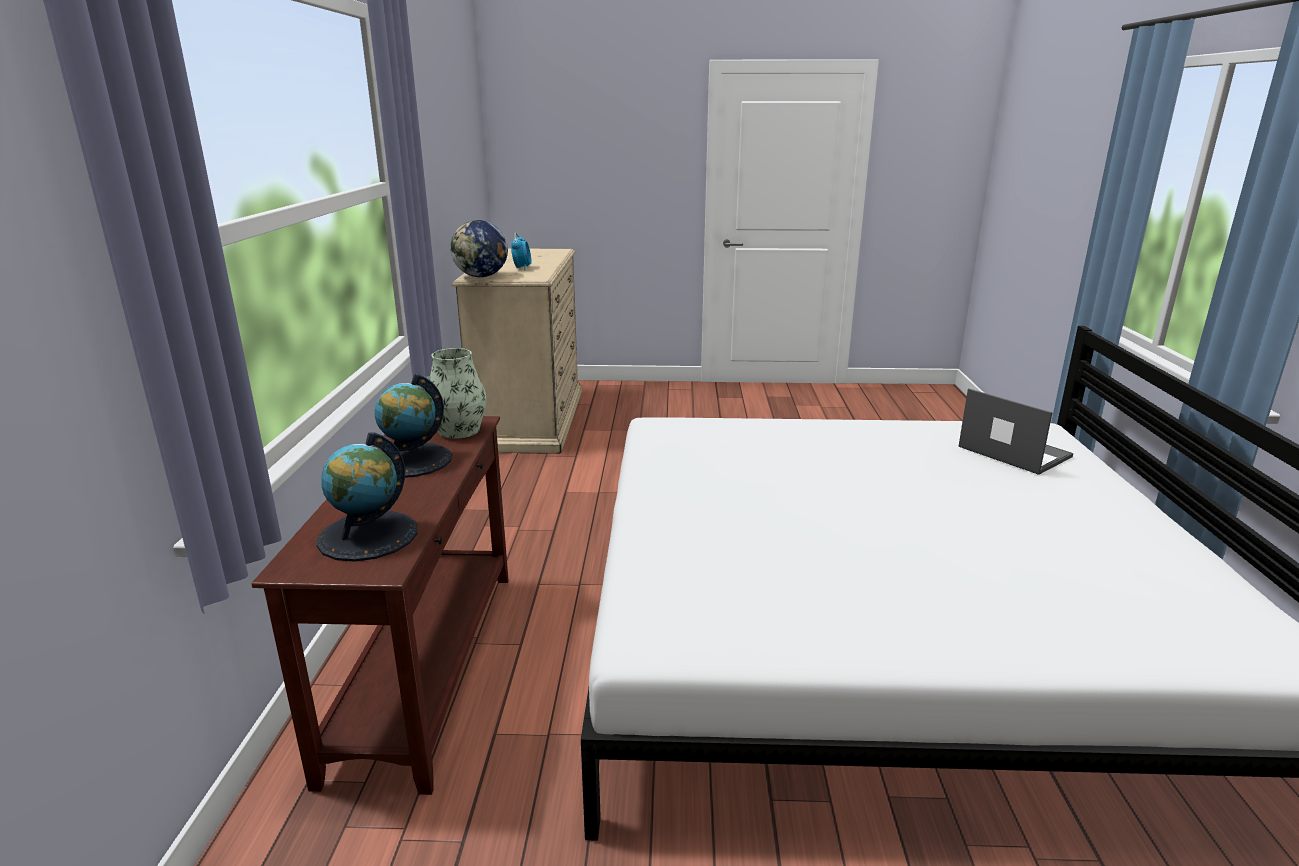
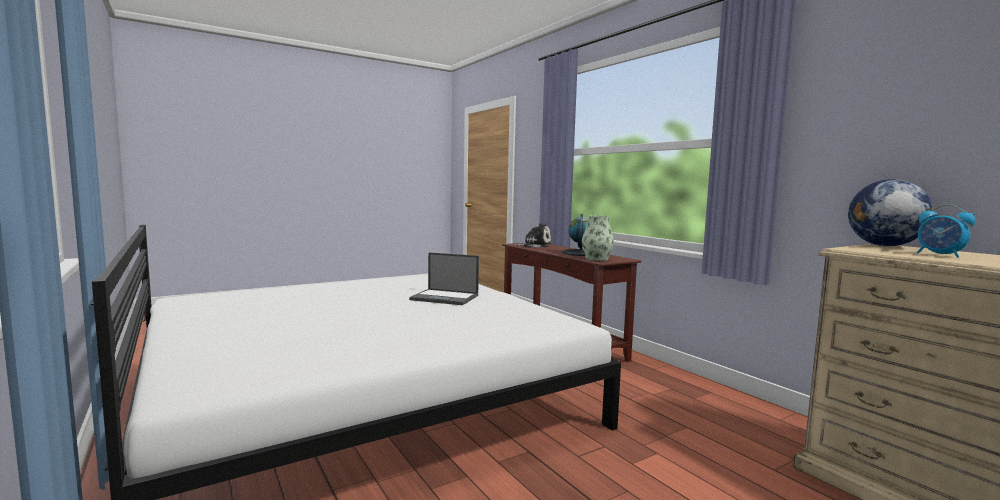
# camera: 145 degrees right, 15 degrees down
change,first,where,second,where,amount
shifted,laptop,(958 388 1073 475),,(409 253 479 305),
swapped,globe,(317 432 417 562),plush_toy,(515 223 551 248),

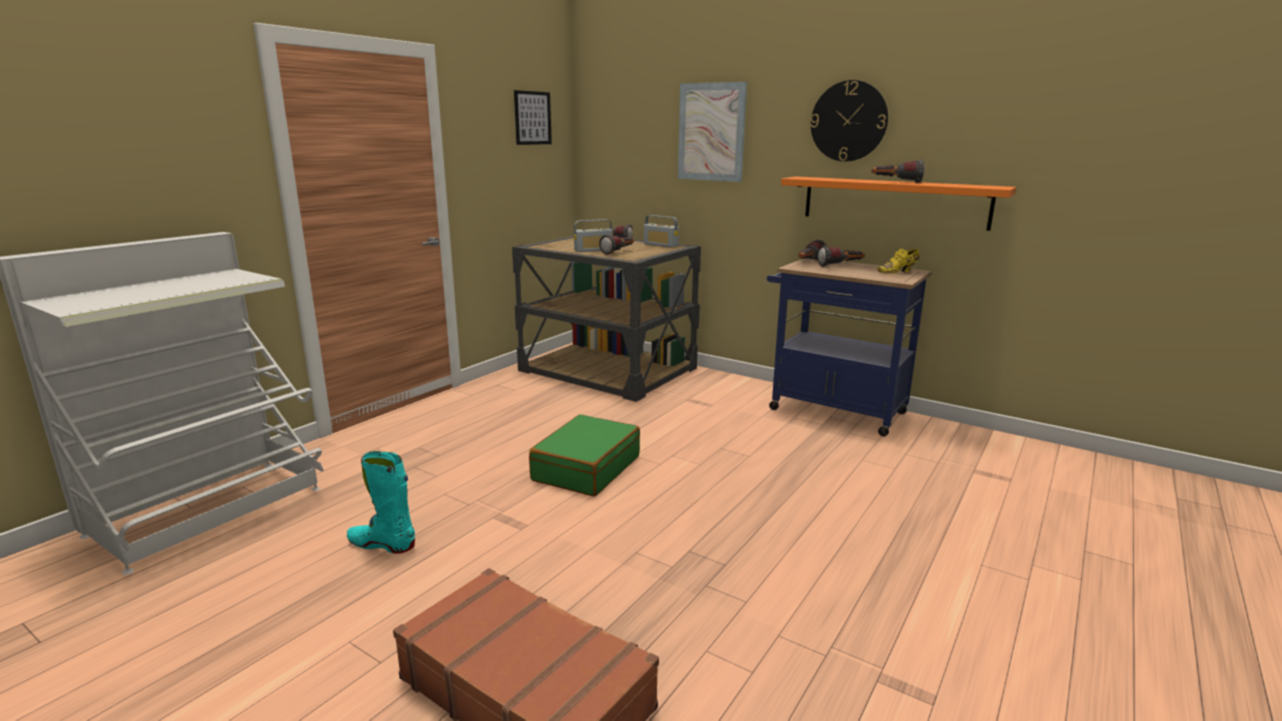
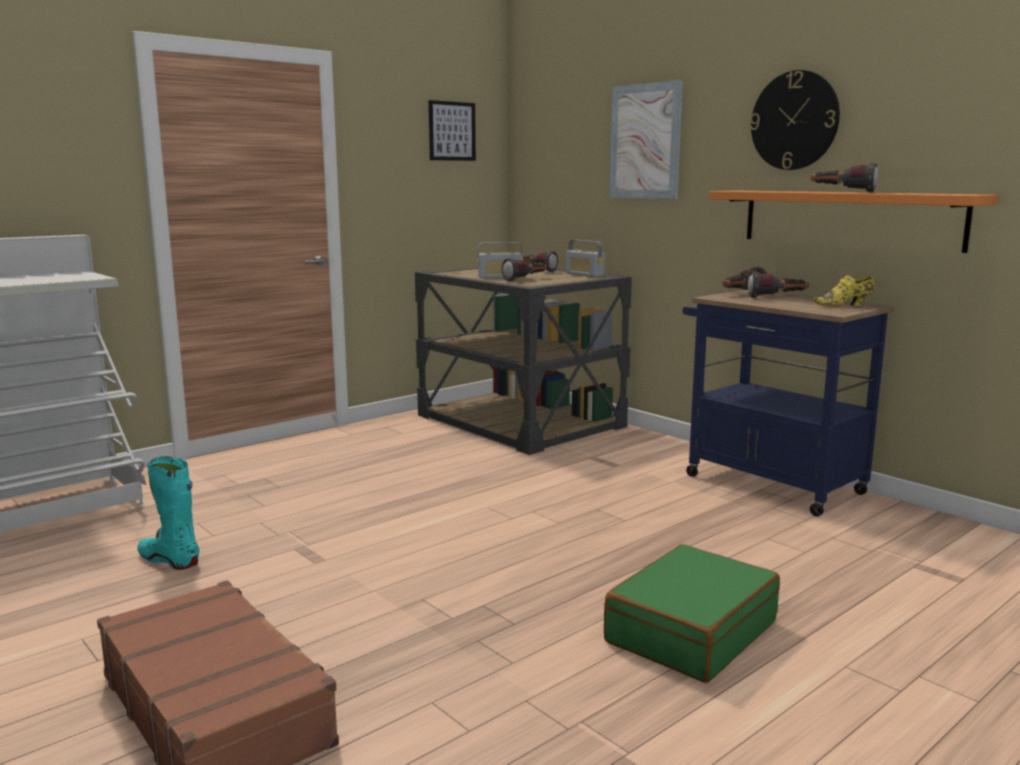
# camera: 15 degrees right, 5 degrees down
change,first,where,second,where,amount
shifted,green_suitcase,(529 414 640 496),,(604 544 780 683),

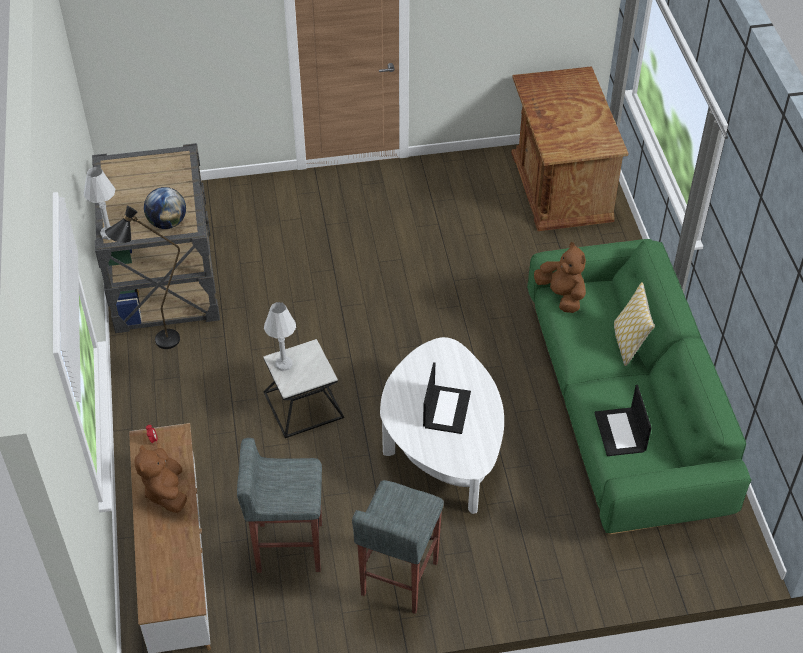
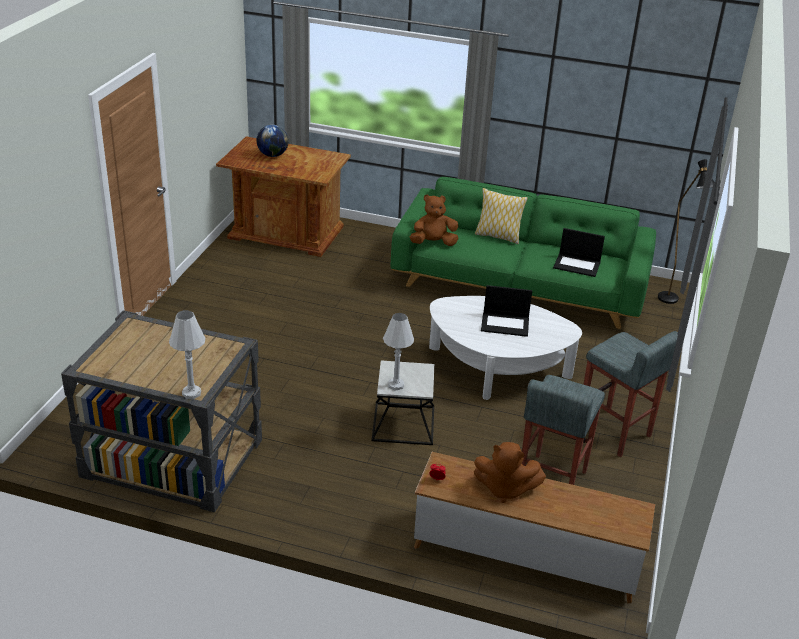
# camera: 65 degrees left, 15 degrees down
change,first,where,second,where,amount
shifted,globe,(144 187 186 229),,(256 125 289 157),
shifted,black_floor_lamp,(105 205 180 349),,(658 159 714 304),
rotated,laptop,(423 362 471 434),,(481 285 532 337),150 degrees clockwise

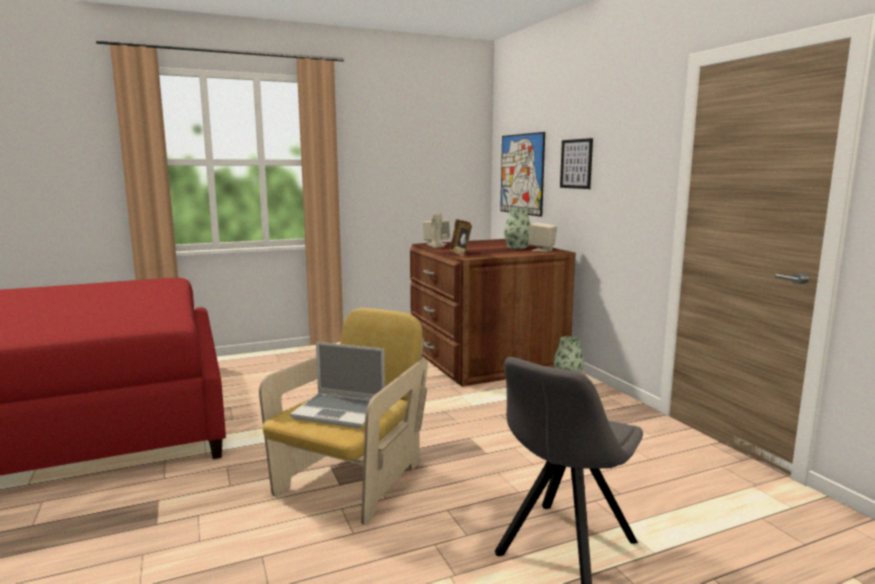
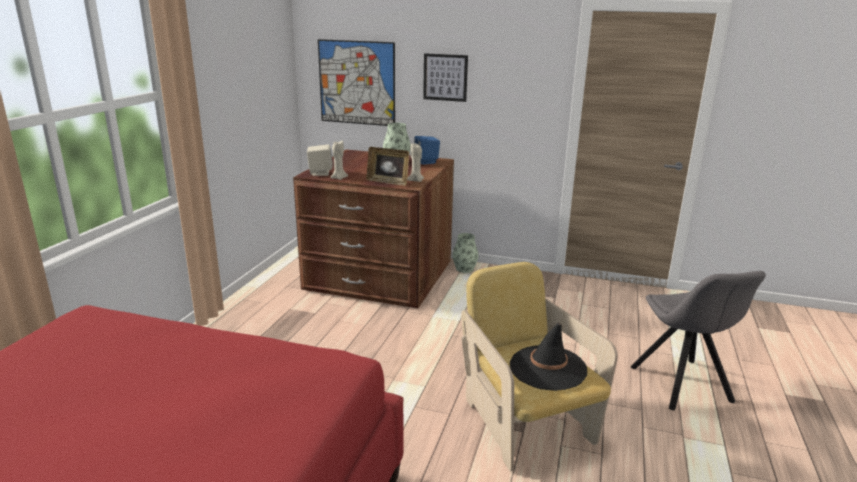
# camera: 50 degrees left, 10 degrees up
change,first,where,second,where,amount
repainted,beige_speaker,(528 223 557 252),blue_speaker,(414 136 440 165),
swapped,laptop,(290 342 385 428),black_hat,(510 323 587 391),
new,,,beige_candle,(407 142 424 182),

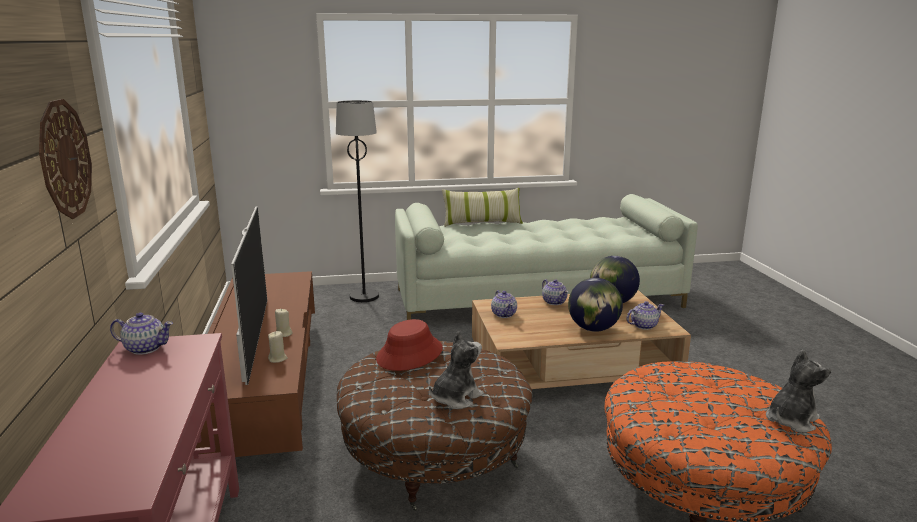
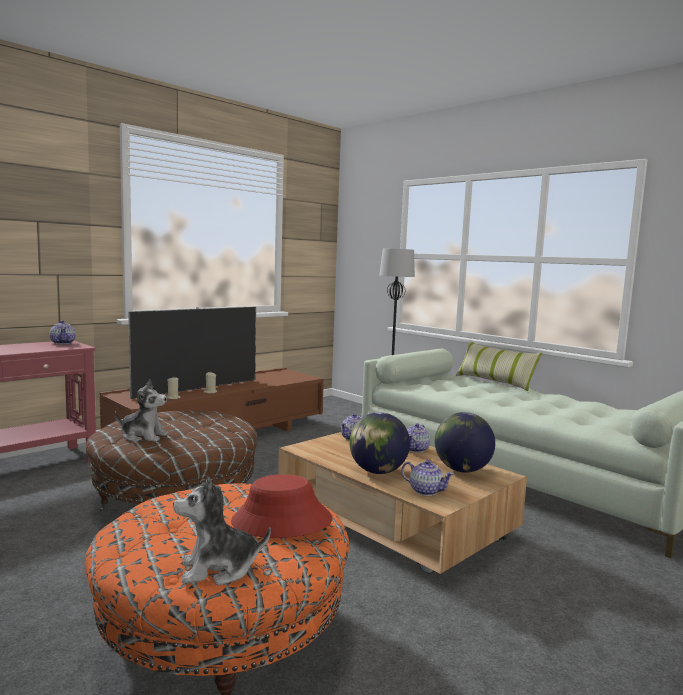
# camera: 55 degrees right, 10 degrees down
change,first,where,second,where,amount
gone,wall_clock,(39 99 92 219),,,
shifted,red_hat,(376 319 443 371),,(231 474 333 538),
rotated,plush_toy,(766 350 831 433),,(173 476 271 585),150 degrees clockwise

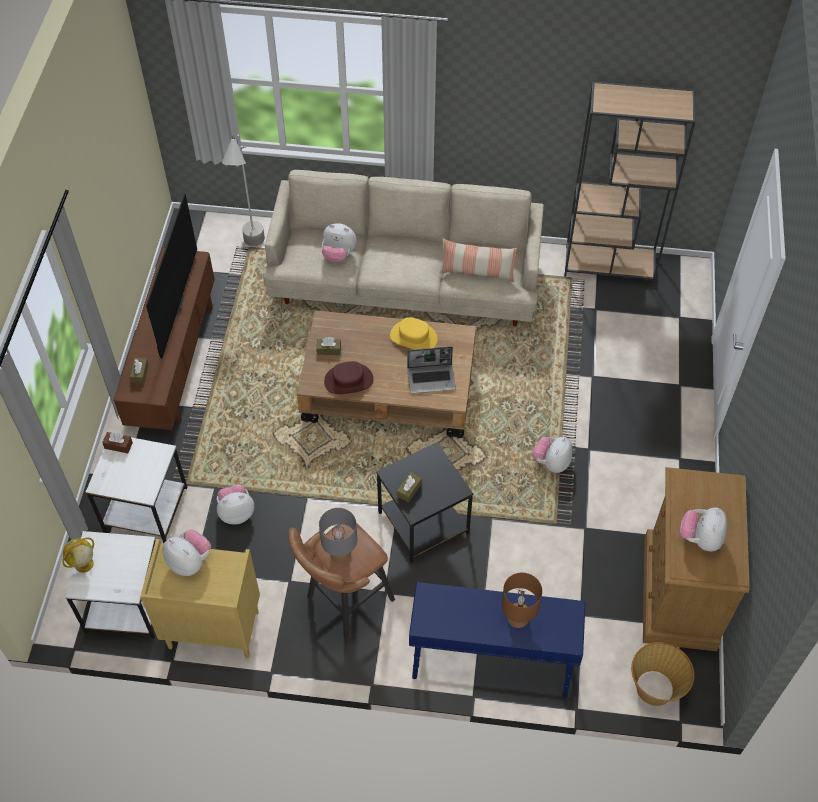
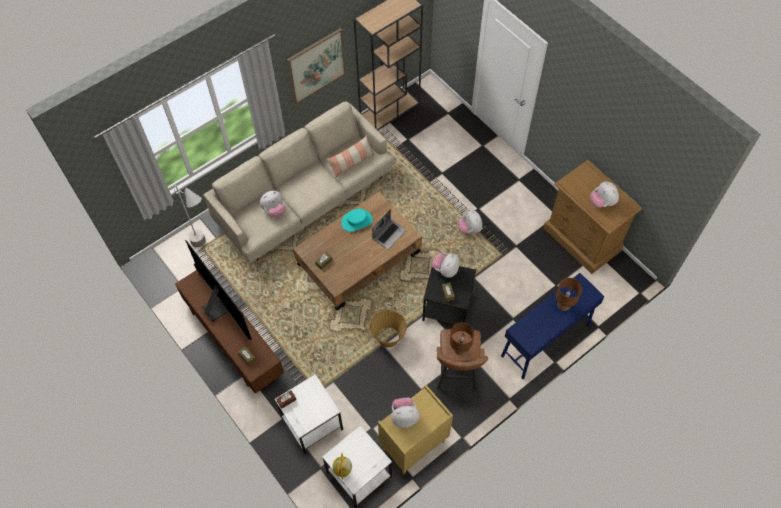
# camera: 45 degrees left, 5 degrees up
change,first,where,second,where,amount
repainted,yellow_hat,(390 317 438 350),turquoise_hat,(341 208 373 232),
gone,brown_hat,(324 361 374 394),,,
shifted,plush_toy,(217 485 254 525),,(432 253 459 278),
repainted,grey_table_lamp,(319 508 357 564),brown_table_lamp,(450 322 474 355),
shifted,basket,(631 642 694 706),,(370 310 407 348),
new,,,picture,(287 28 346 104),

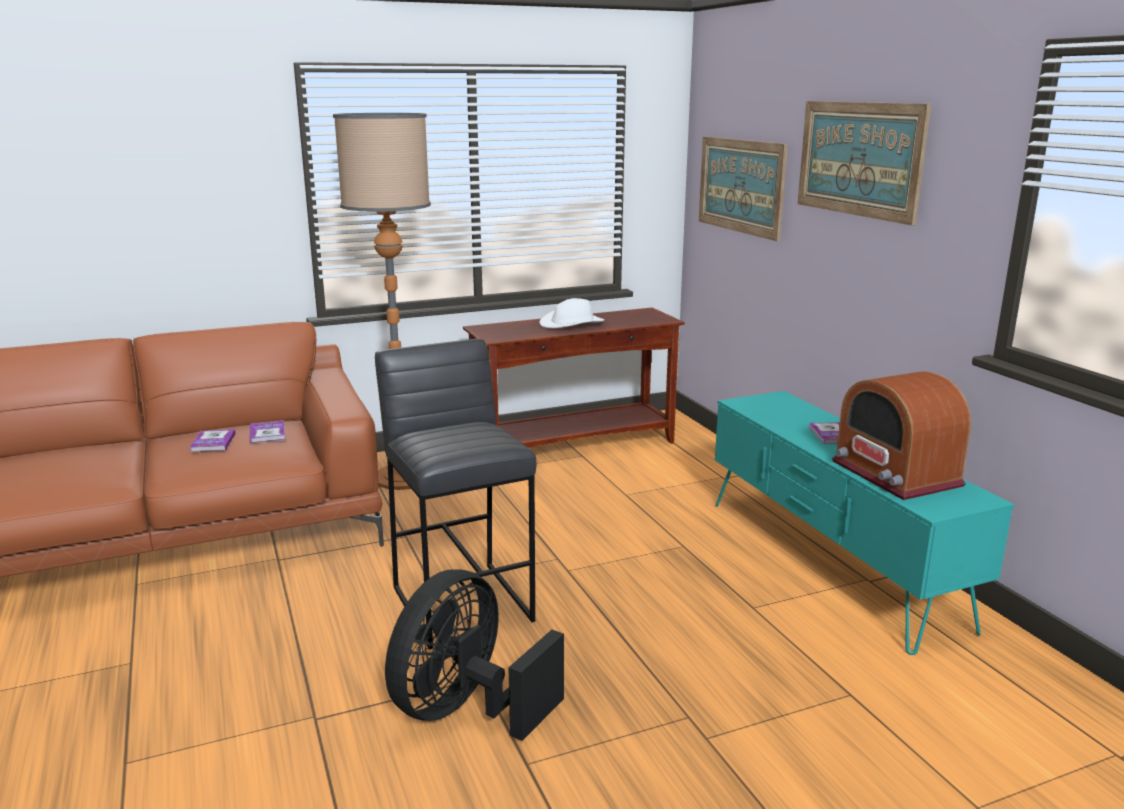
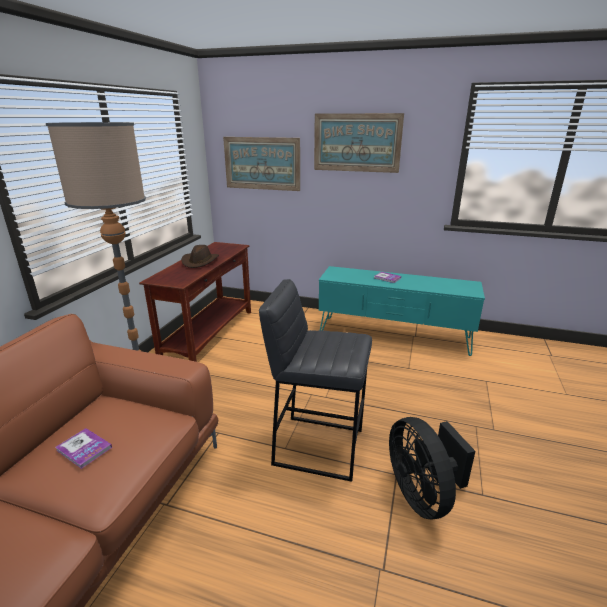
# camera: 50 degrees left, 5 degrees up
change,first,where,second,where,amount
repainted,white_hat,(539 298 604 328),brown_hat,(181 245 219 268),
gone,radio,(832 371 971 500),,,
gone,book,(250 420 285 443),,,

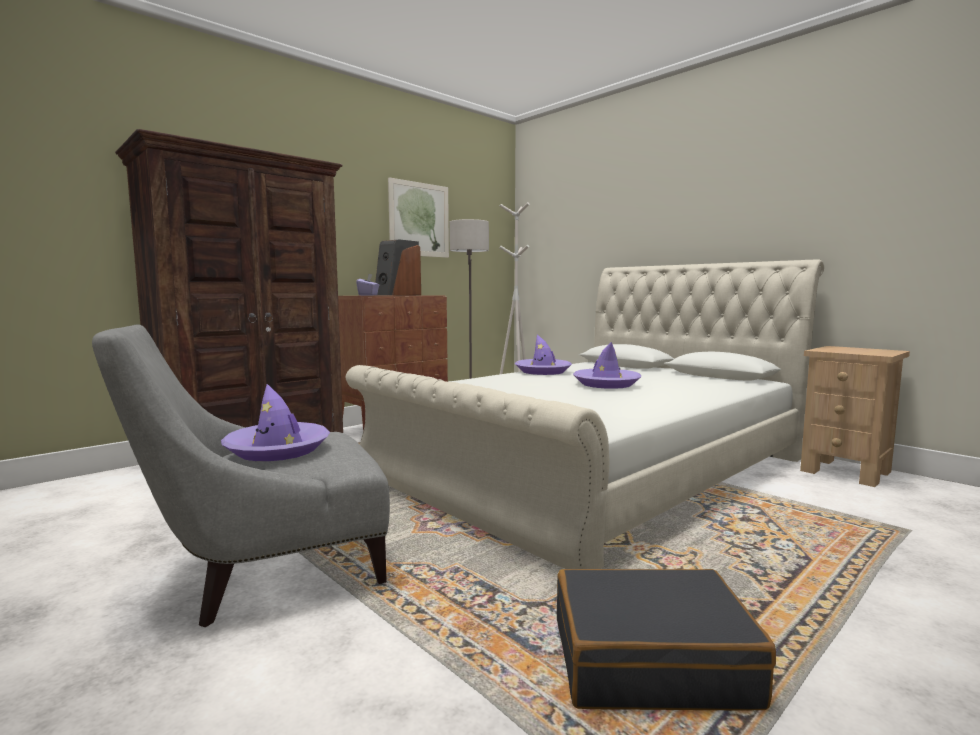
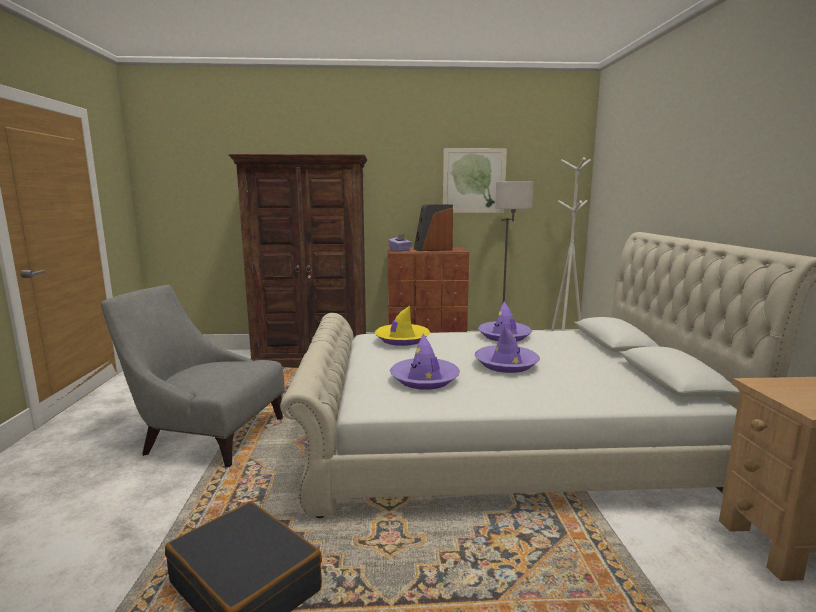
# camera: 40 degrees right, 5 degrees up
change,first,where,second,where,amount
shifted,purple_hat,(221 384 330 461),,(390 334 460 390),
new,,,yellow_hat,(375 306 430 346),

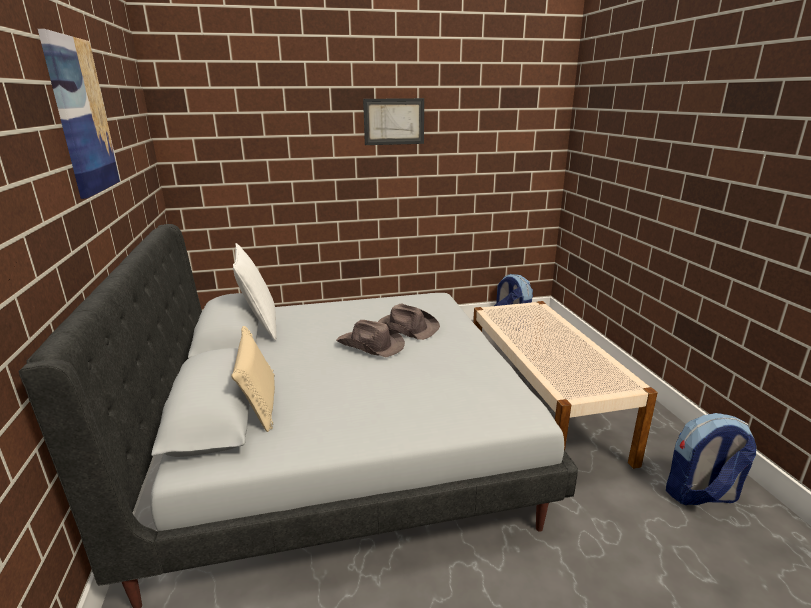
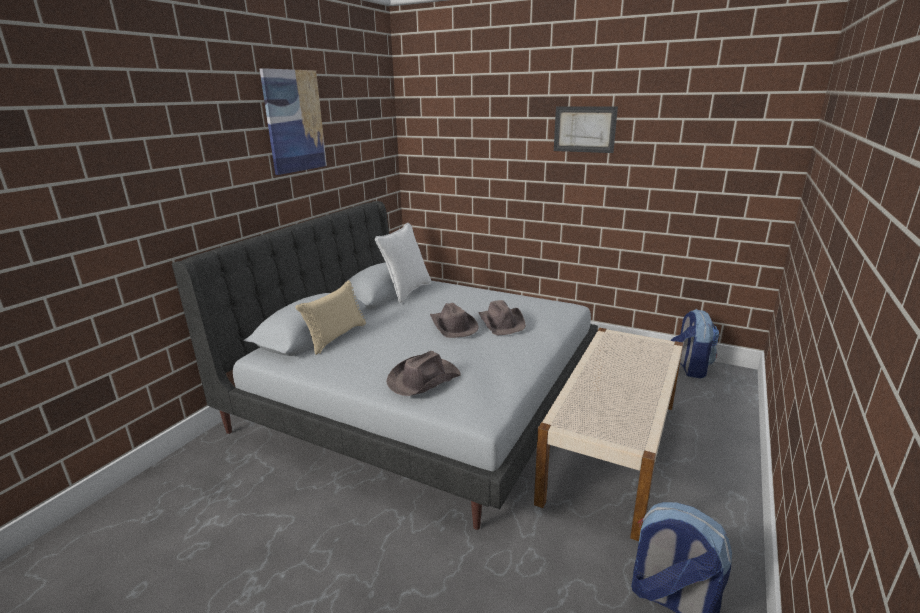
# camera: 40 degrees right, 0 degrees up
change,first,where,second,where,amount
new,,,brown_hat,(386 351 461 396),

